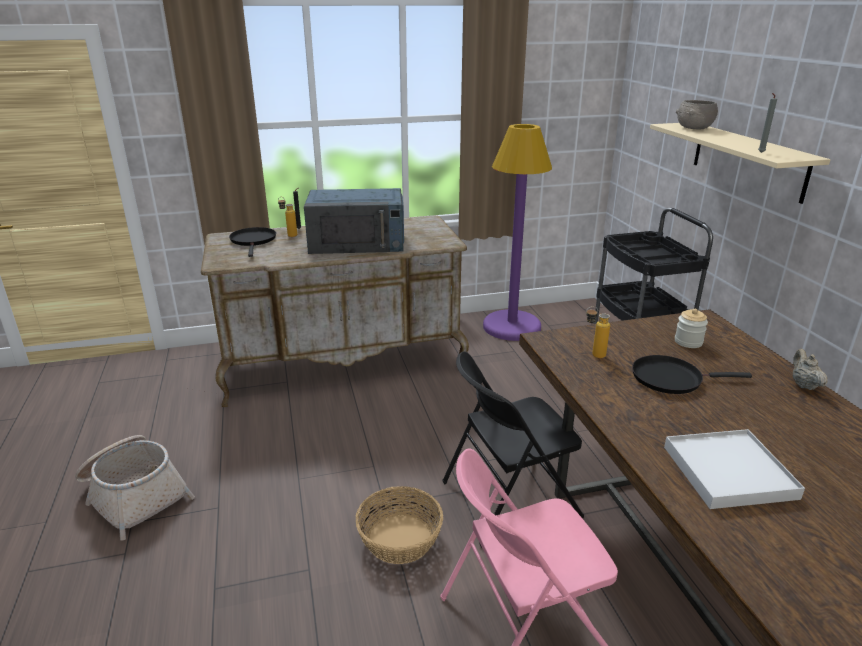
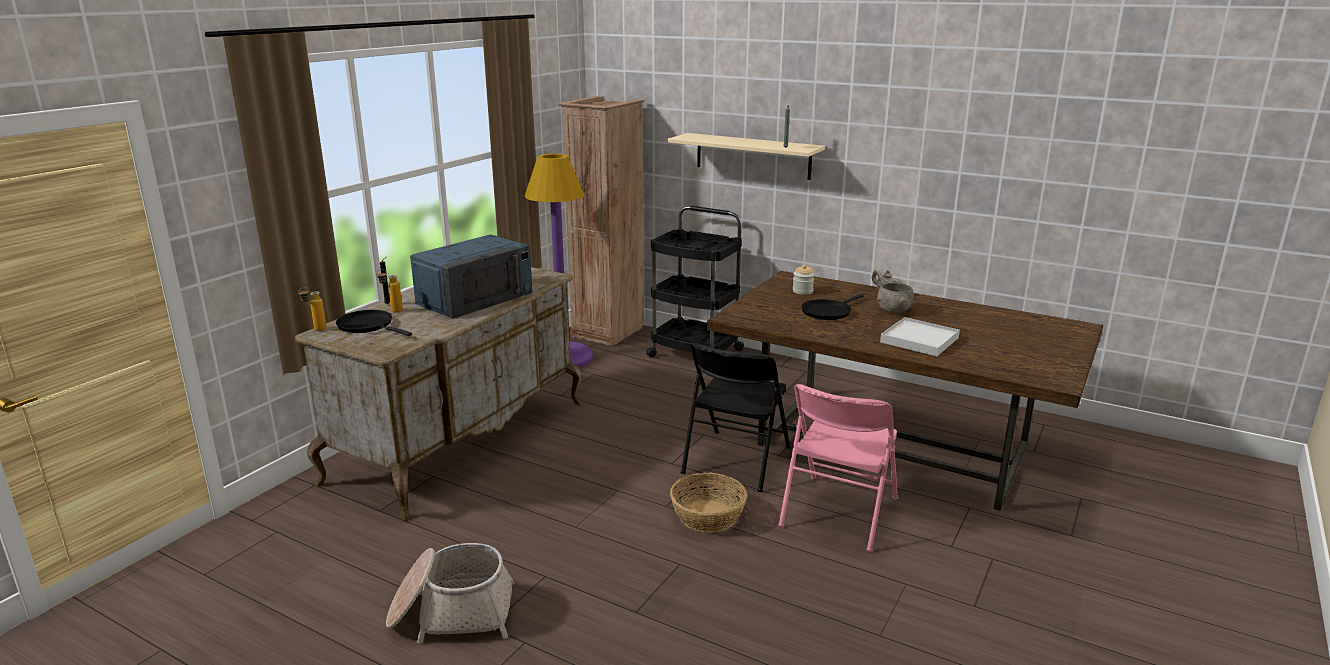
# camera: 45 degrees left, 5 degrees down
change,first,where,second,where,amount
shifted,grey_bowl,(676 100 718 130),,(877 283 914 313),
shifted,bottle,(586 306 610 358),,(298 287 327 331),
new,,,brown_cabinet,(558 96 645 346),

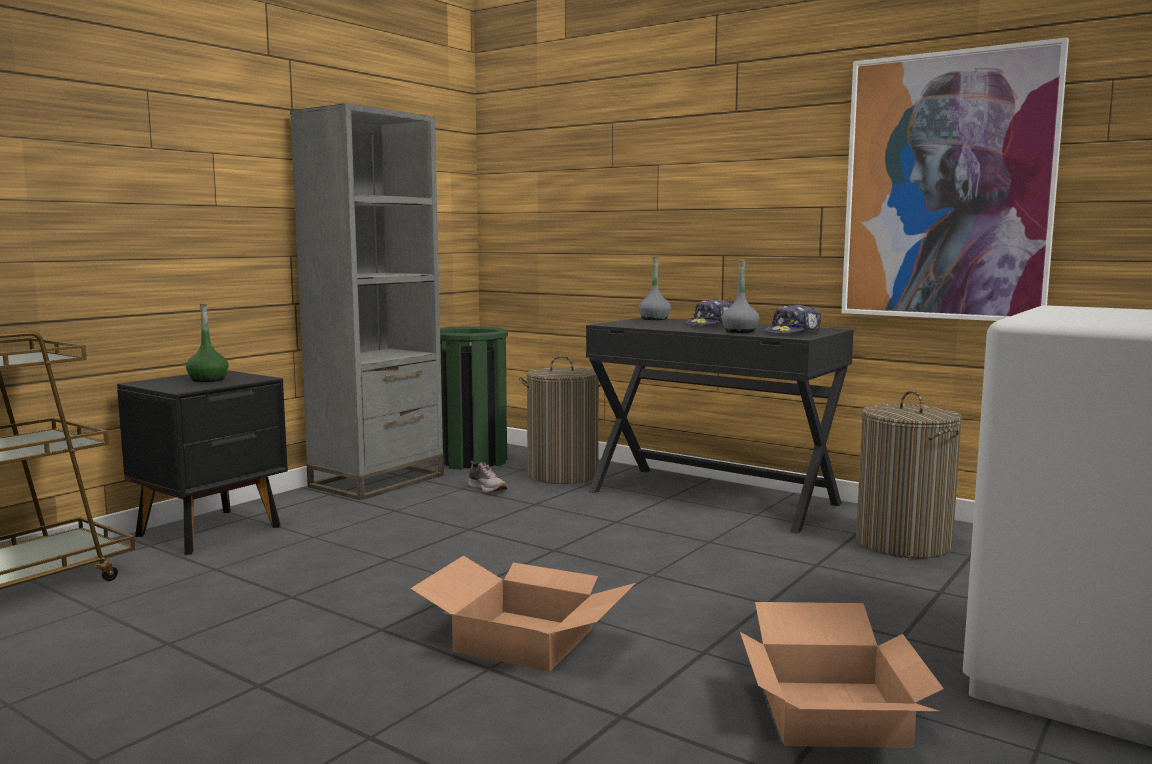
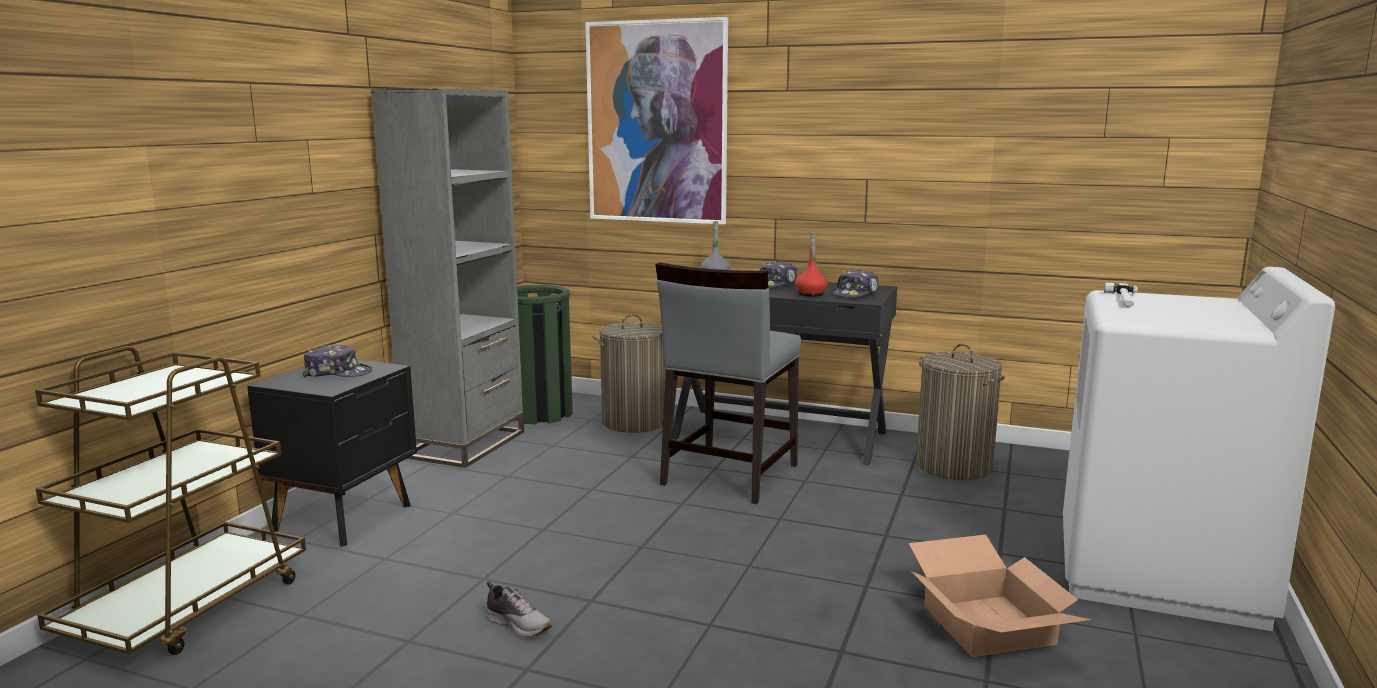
# camera: 15 degrees left, 5 degrees up
change,first,where,second,where,amount
shifted,picture,(841 37 1069 321),,(585 17 728 224),
repainted,grey_bottle,(721 260 759 333),red_bottle,(795 232 828 297),
swapped,green_bottle,(186 304 229 382),cap,(302 344 372 377),
shifted,shoe,(468 460 507 493),,(486 581 552 637),
gone,cardboard_box,(410 556 635 672),,,
new,,,grey_chair,(655 262 801 504),
new,,,hammer,(1104 283 1138 307),

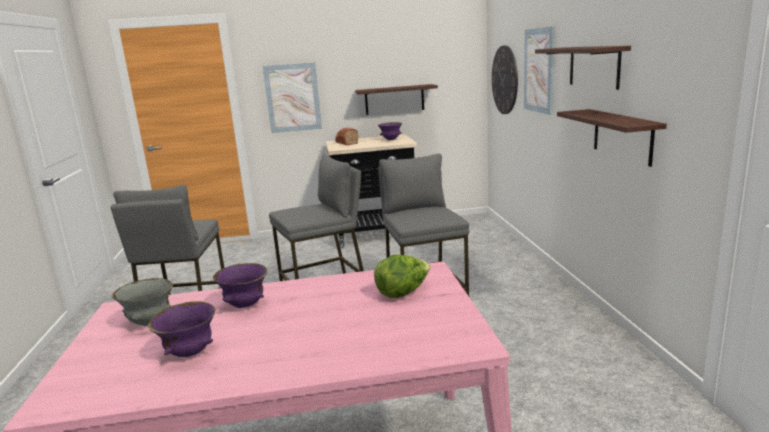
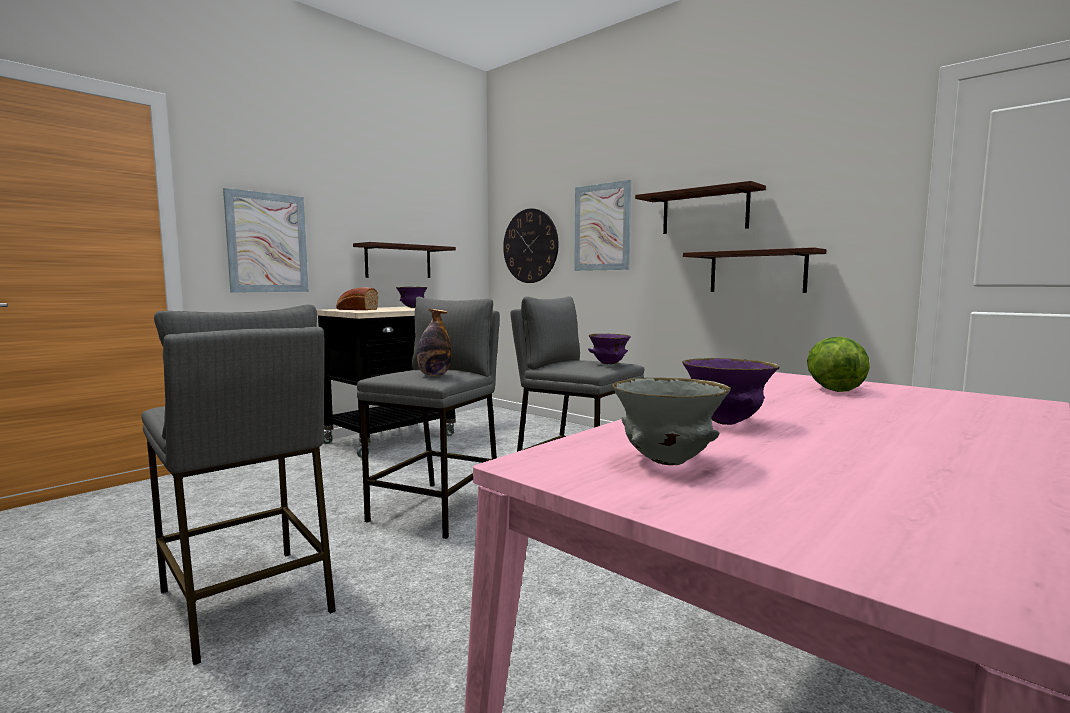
# camera: 40 degrees left, 10 degrees down
change,first,where,second,where,amount
shifted,purple_bowl,(148 301 215 357),,(588 334 631 364),
new,,,bottle,(417 309 451 376),

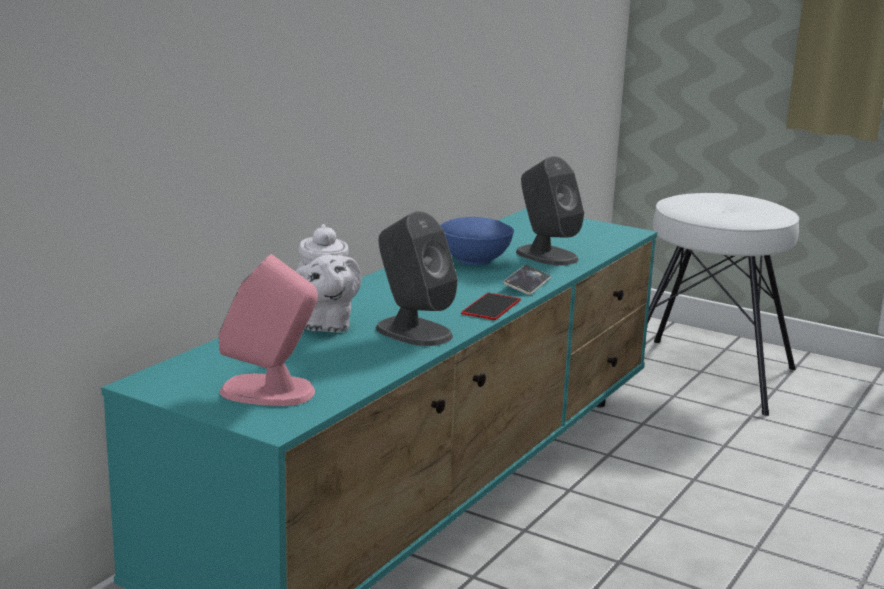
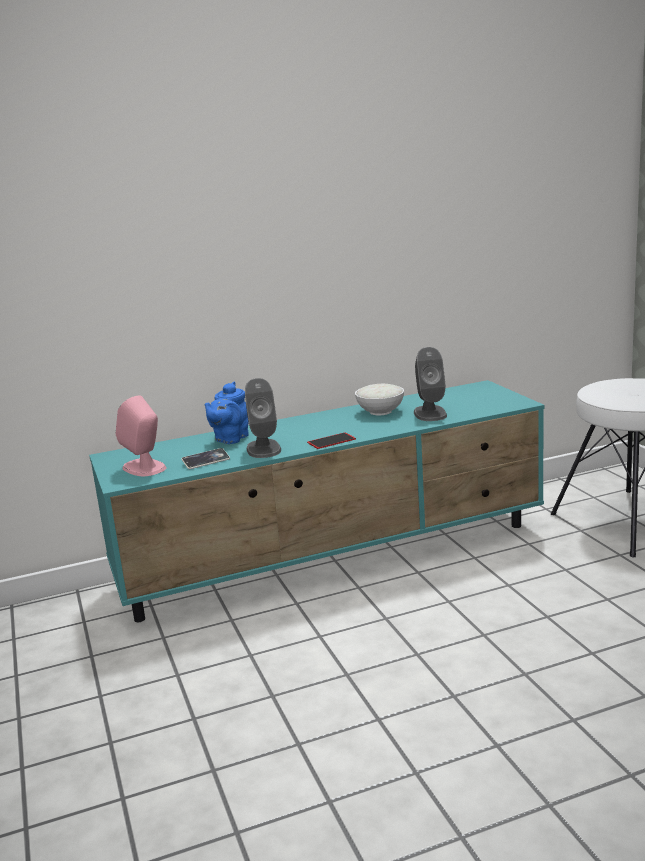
# camera: 40 degrees right, 0 degrees up
change,first,where,second,where,amount
repainted,blue_bowl,(440 217 514 265),white_bowl,(355 384 404 415),
repainted,white_teapot,(295 224 361 333),blue_teapot,(204 382 249 444),
shifted,phone,(503 265 551 295),,(181 448 230 469),

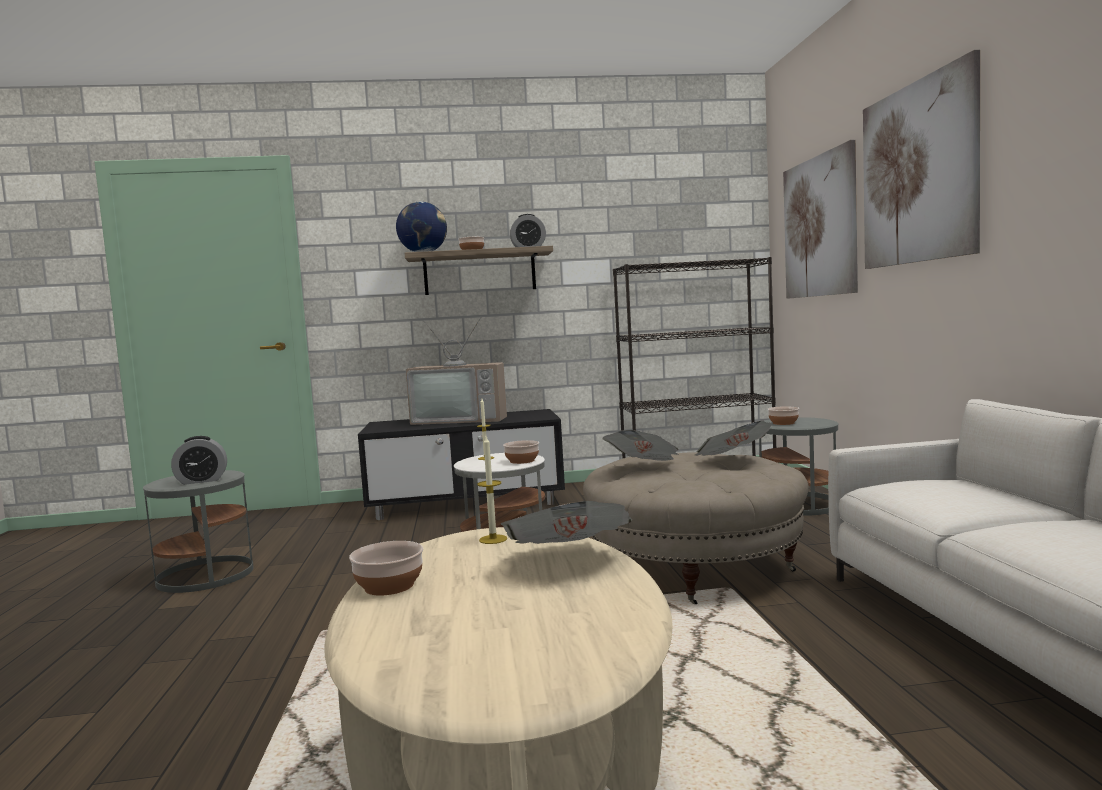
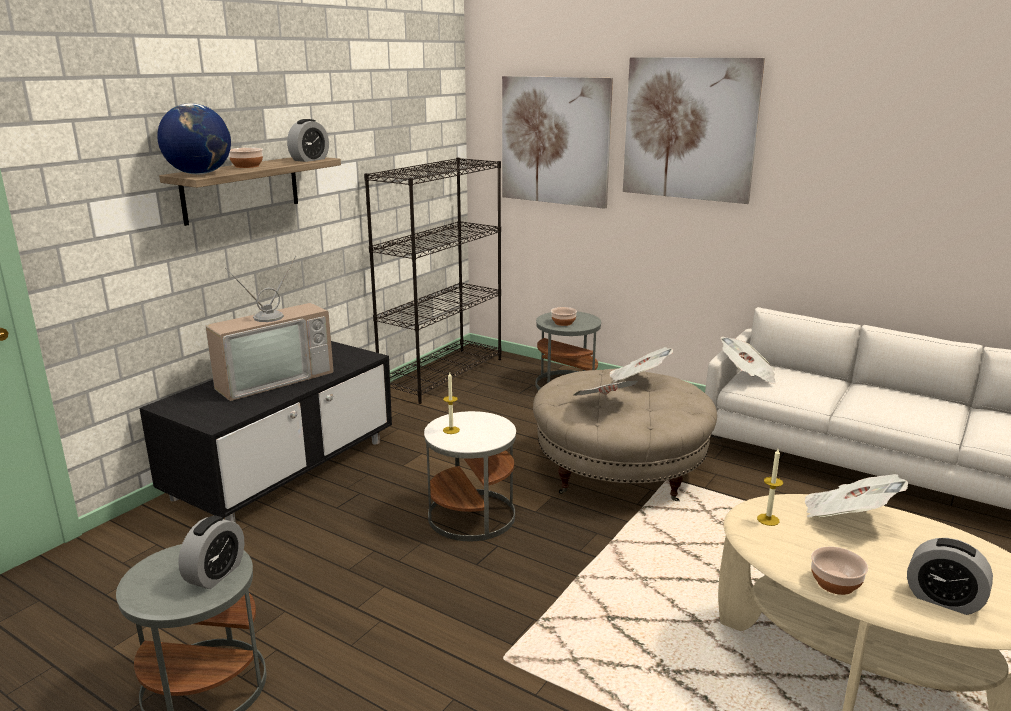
# camera: 50 degrees left, 15 degrees up
change,first,where,second,where,amount
gone,bowl,(503 440 539 464),,,
new,,,newspaper,(720 336 776 384),
new,,,alarm_clock,(907 538 993 615),

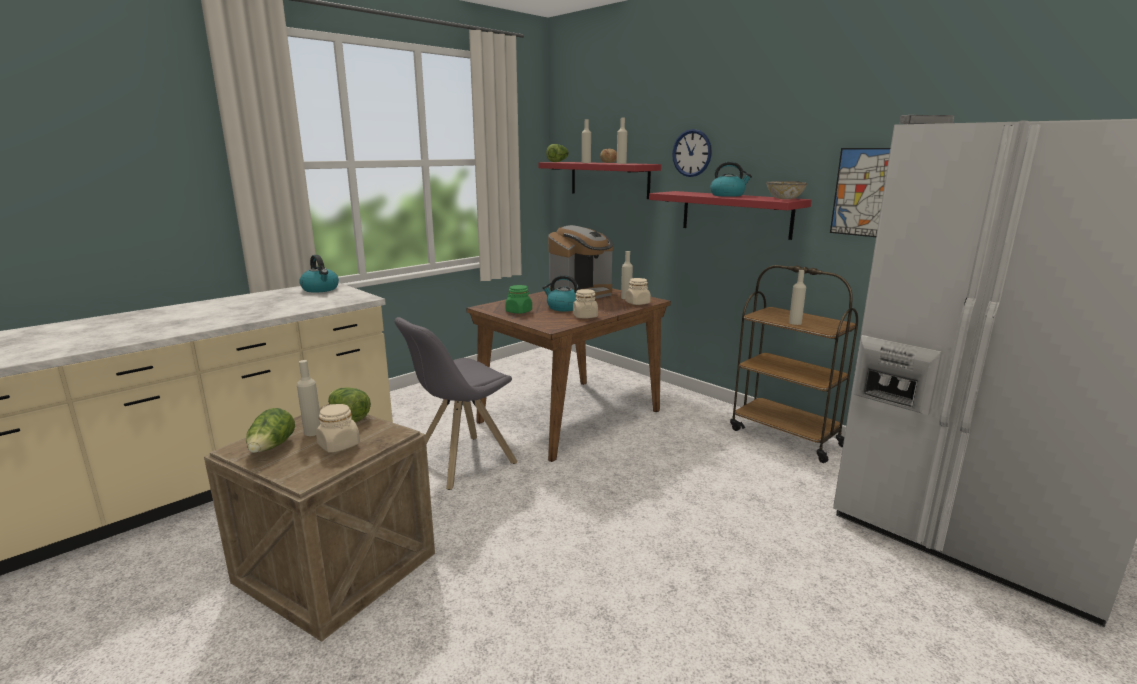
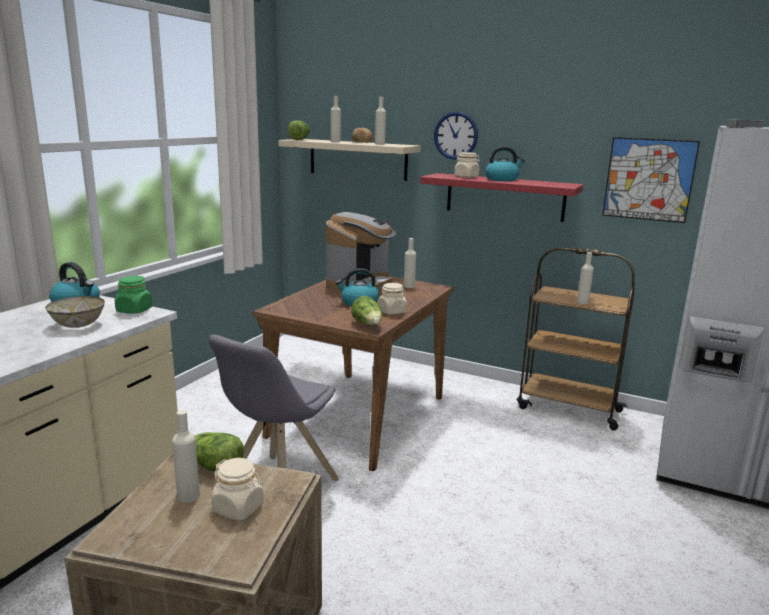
# camera: 20 degrees left, 0 degrees up
change,first,where,second,where,amount
repainted,red_shelf,(538 162 661 199),beige_shelf,(278 139 421 181),
shifted,bowl,(766 181 807 199),,(45 296 105 328),
shifted,beige_jar,(625 278 651 305),,(454 152 480 178),
shifted,green_jar,(505 285 532 314),,(115 276 153 314),
shifted,lettuce,(246 408 295 453),,(351 296 382 325),

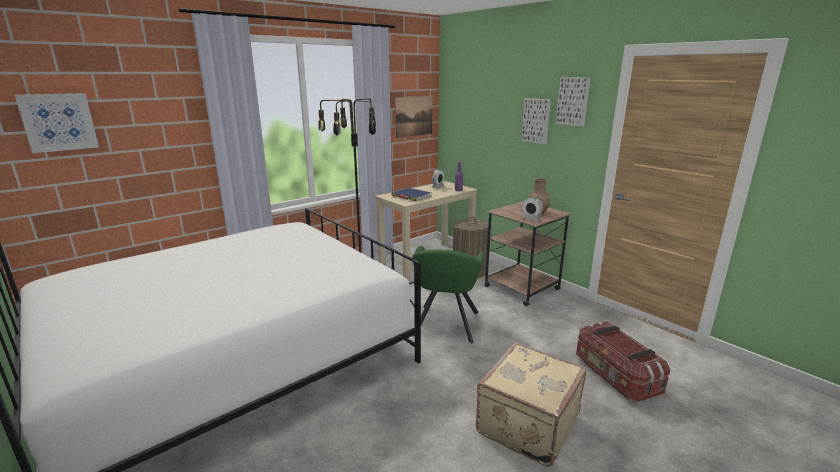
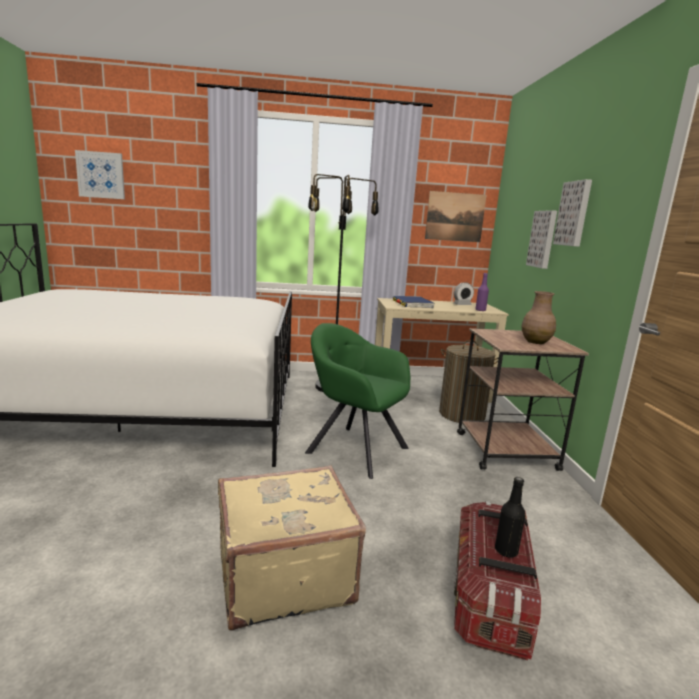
# camera: 35 degrees right, 5 degrees down
change,first,where,second,where,amount
shifted,picture,(556 77 591 126),,(526 210 557 269),
gone,alarm_clock,(522 197 543 221),,,
rotated,green_armchair,(412 246 485 343),,(305 323 410 479),75 degrees clockwise
new,,,black_bottle,(495 477 525 558),

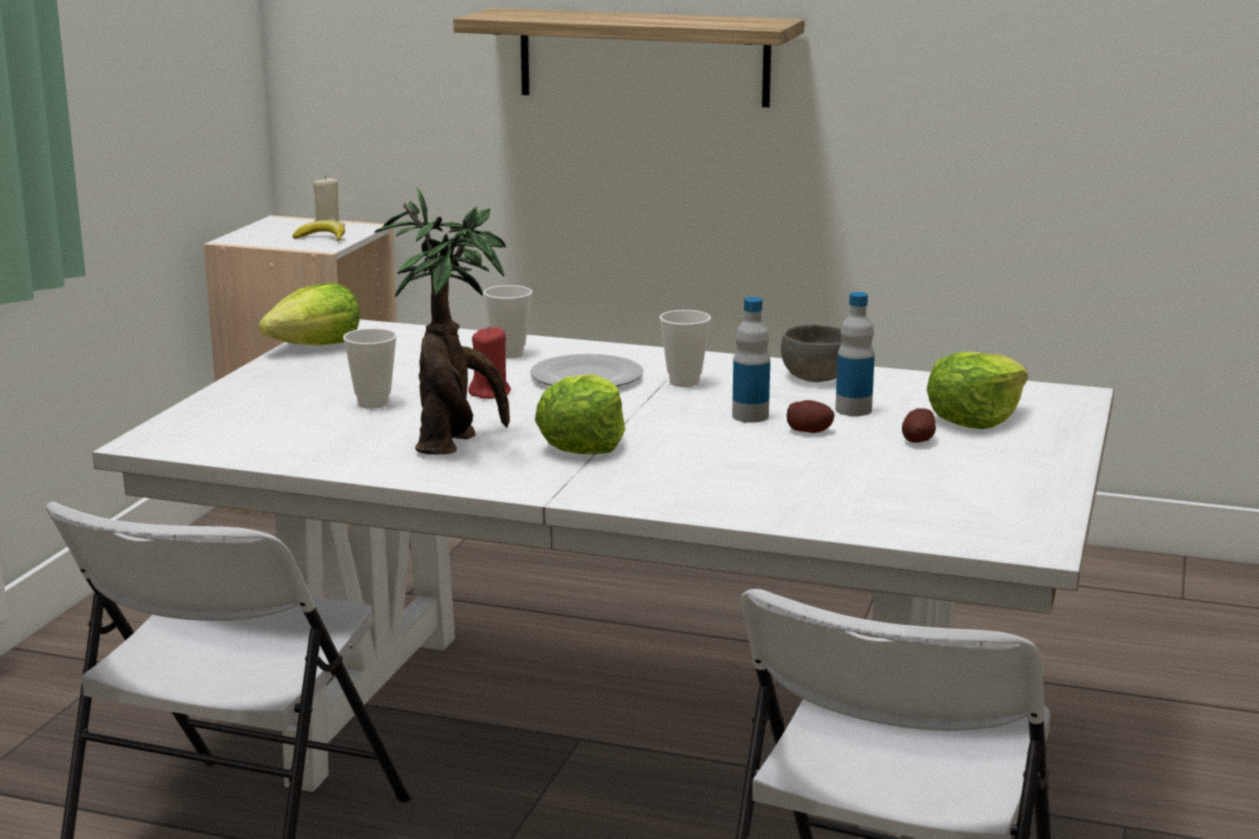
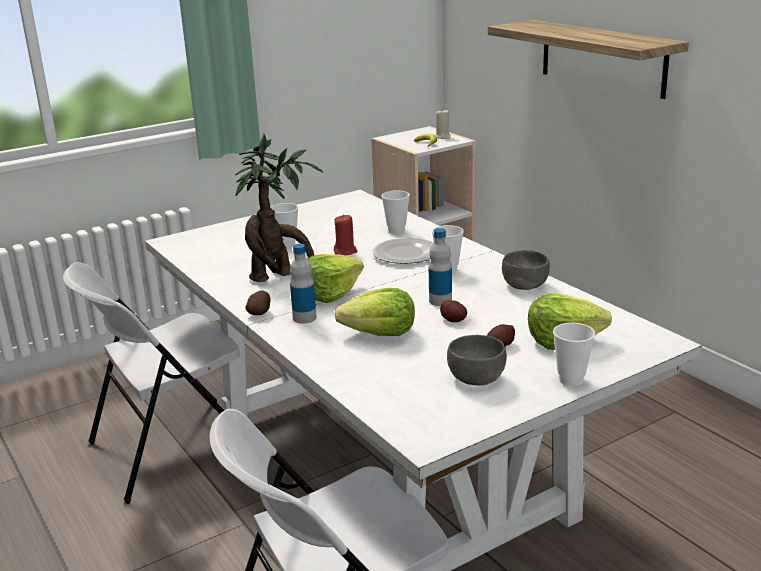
# camera: 40 degrees right, 5 degrees up
change,first,where,second,where,amount
shifted,lettuce,(259 283 360 346),,(334 288 415 336),
shifted,bottle,(835 292 875 416),,(290 244 317 324),
new,,,potato,(245 290 270 315),
new,,,cup,(553 323 595 386),
new,,,grey_bowl,(447 335 507 385),

